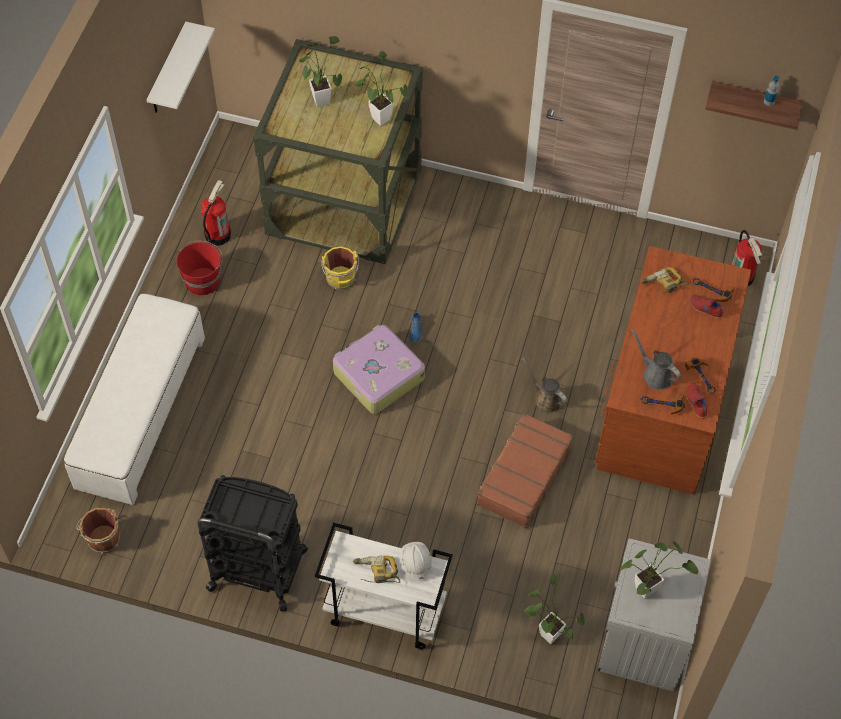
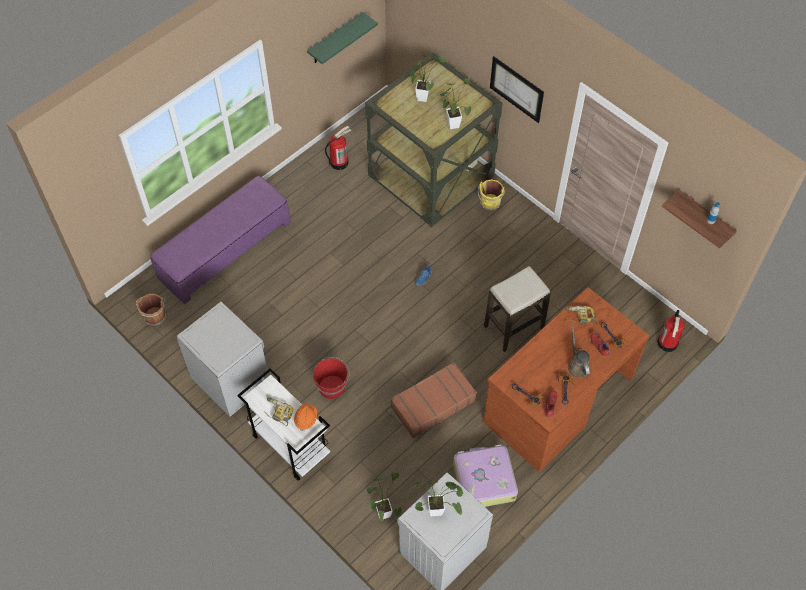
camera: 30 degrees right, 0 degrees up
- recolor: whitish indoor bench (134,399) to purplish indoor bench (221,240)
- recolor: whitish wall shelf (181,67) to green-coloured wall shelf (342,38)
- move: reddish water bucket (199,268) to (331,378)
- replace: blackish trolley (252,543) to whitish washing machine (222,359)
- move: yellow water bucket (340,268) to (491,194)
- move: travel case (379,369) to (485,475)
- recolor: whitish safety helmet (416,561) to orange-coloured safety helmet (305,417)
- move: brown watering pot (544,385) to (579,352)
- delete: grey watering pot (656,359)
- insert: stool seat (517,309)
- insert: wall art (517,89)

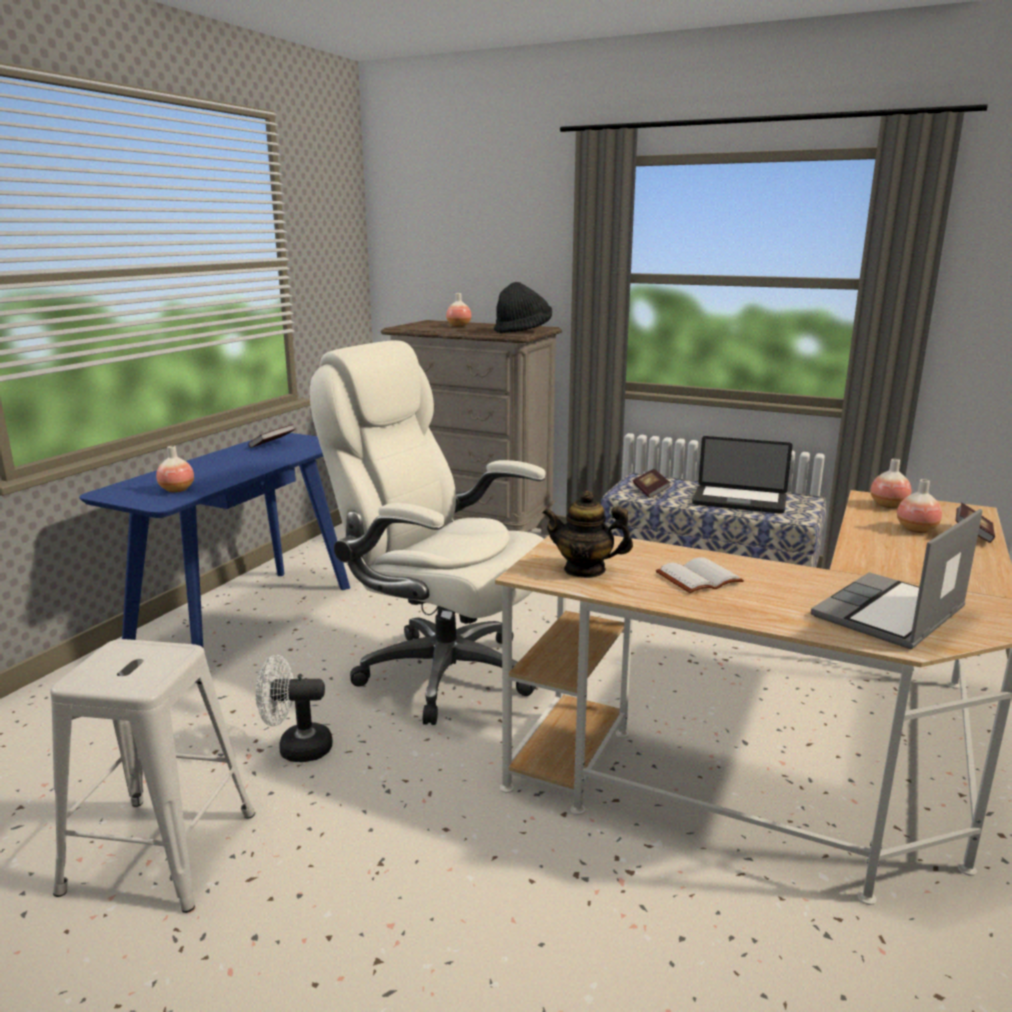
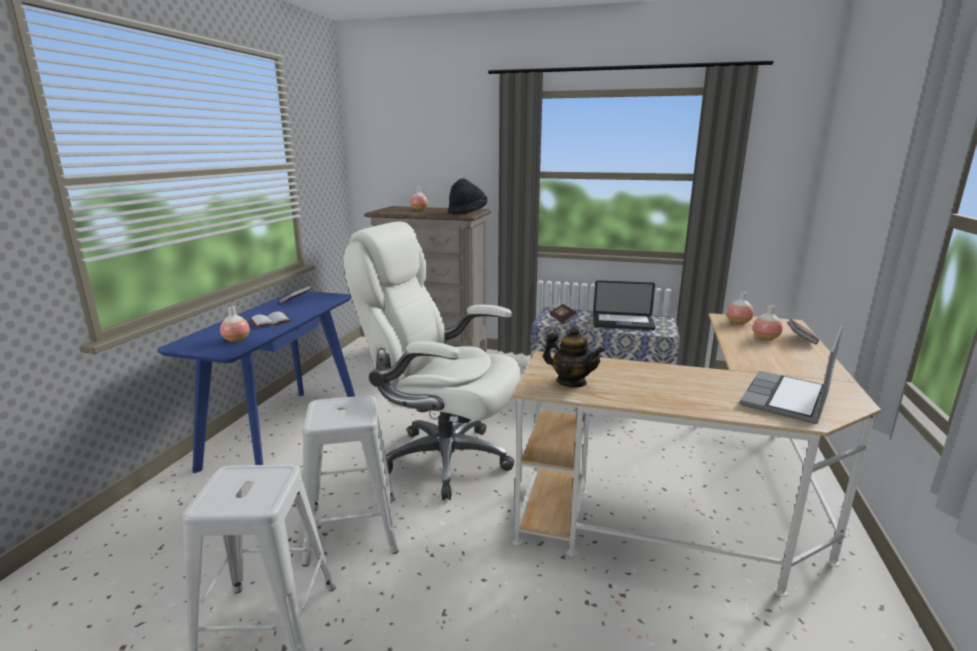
camera: 10 degrees left, 0 degrees up
- replace: whitish fan (294,708) to whitish stool seat (350,481)
- rotate: tea pot (587,534) = (574,357) 150 degrees counterclockwise
- move: whitish volume (700,575) to (271,319)

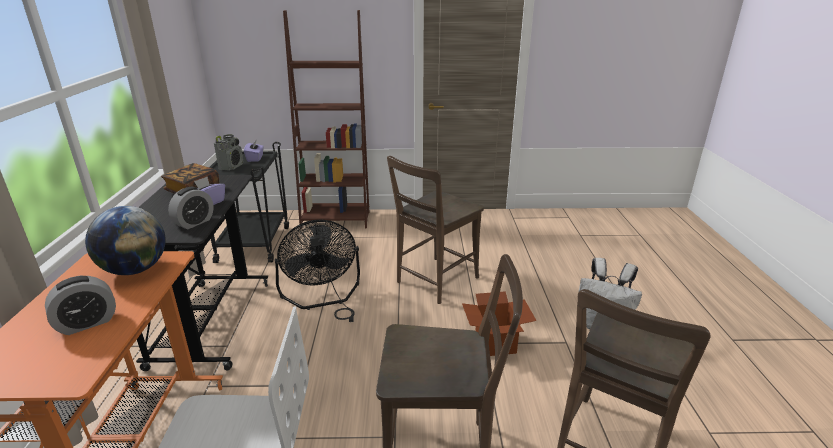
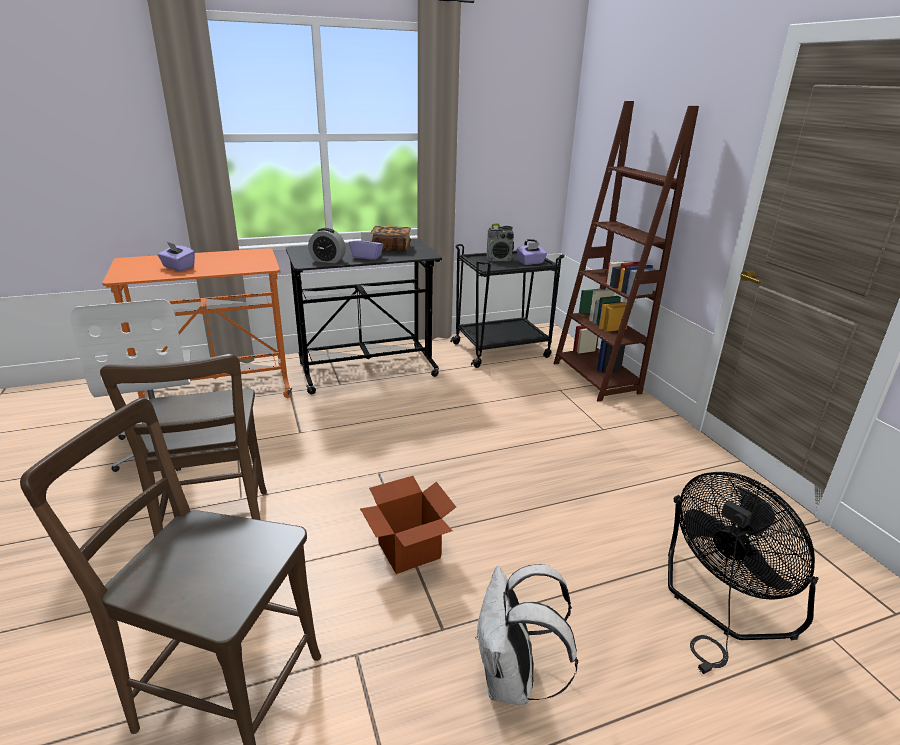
camera: 70 degrees right, 0 degrees up
- replace: alarm clock (80,305) to purplish tissue box (176,256)
- delete: globe (125,240)
- move: blackish fan (317,271) to (743,573)
- delete: brown upright chair (435,230)

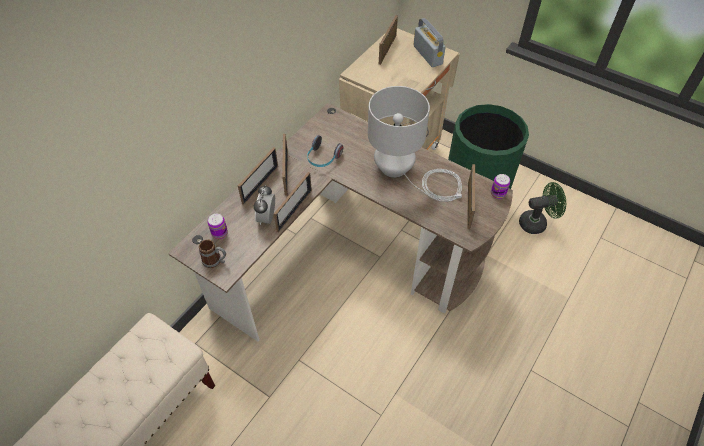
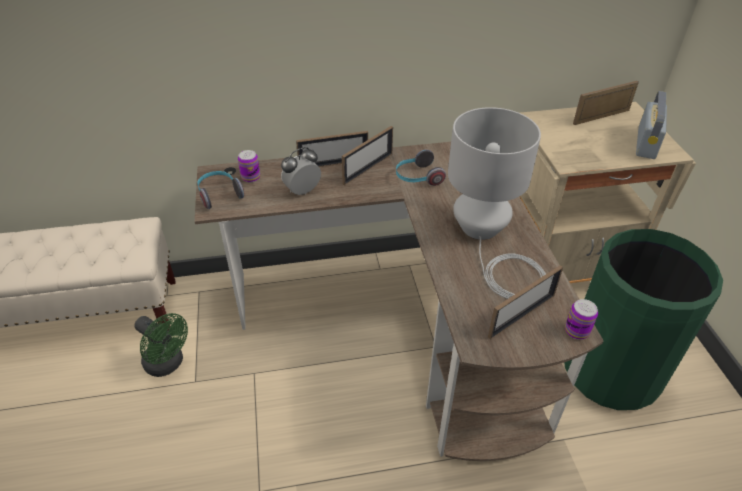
camera: 45 degrees right, 10 degrees down
- replace: coffee mug (212,253) to headphones (220,190)
- delete: picture frame (293,202)
- move: green-coloured fan (542,208) to (161,345)

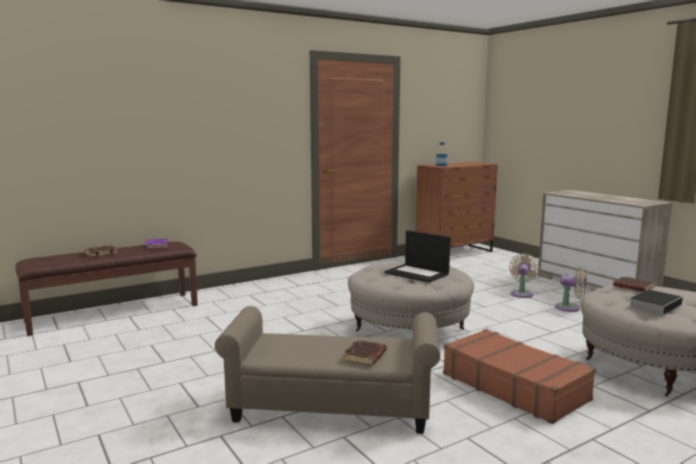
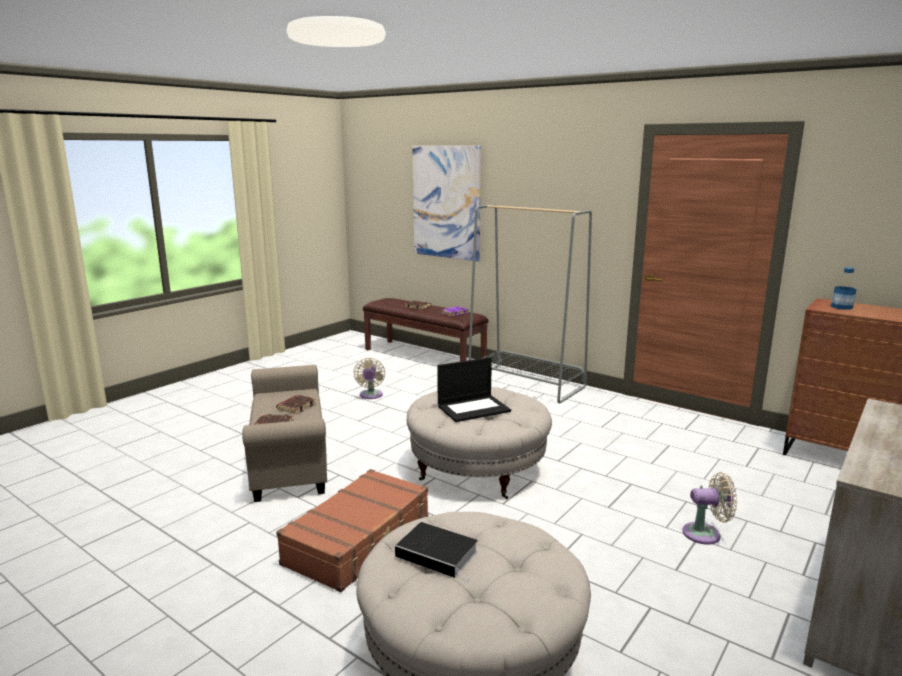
camera: 70 degrees right, 5 degrees up
- rotate: portable computer (417,256) = (474,389) 135 degrees counterclockwise
- move: beige-coloured fan (571,289) to (369,378)
- move: brown volume (634,284) to (296,404)
- insert: wall art (446,203)
- insert: grey garment stand (530,304)

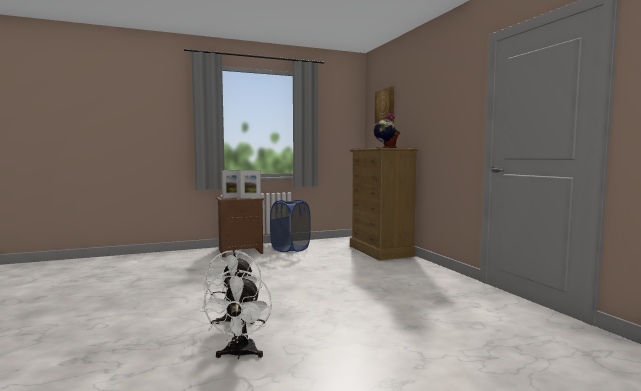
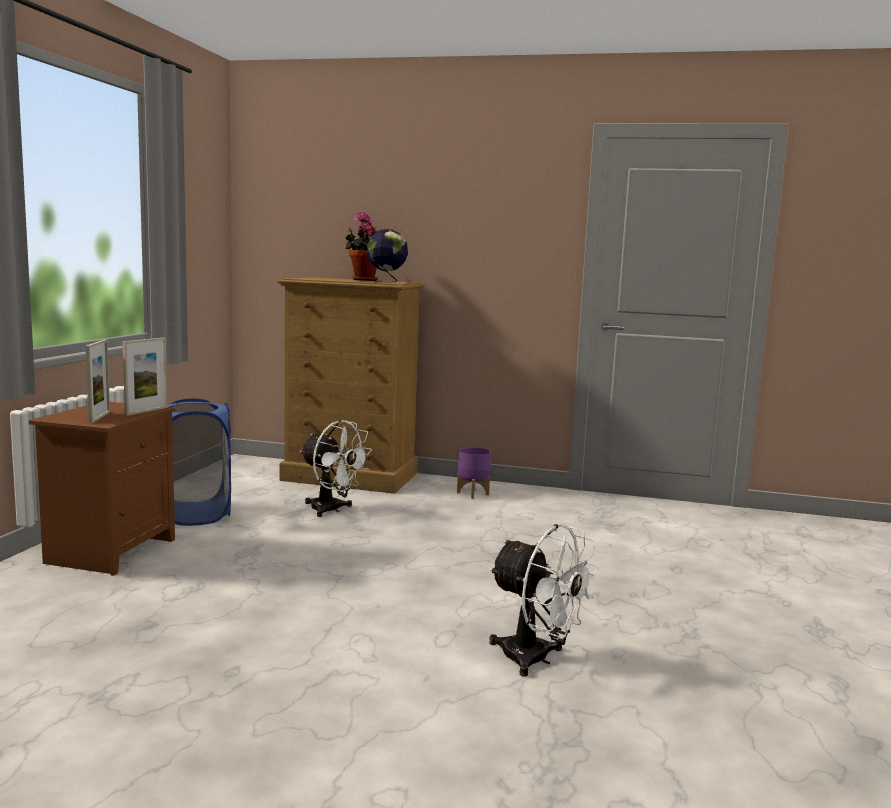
camera: 55 degrees left, 5 degrees up
- move: whitish fan (236,314) to (336,468)
- delete: wall art (384,104)
- insert: purplish flower pot (474,473)

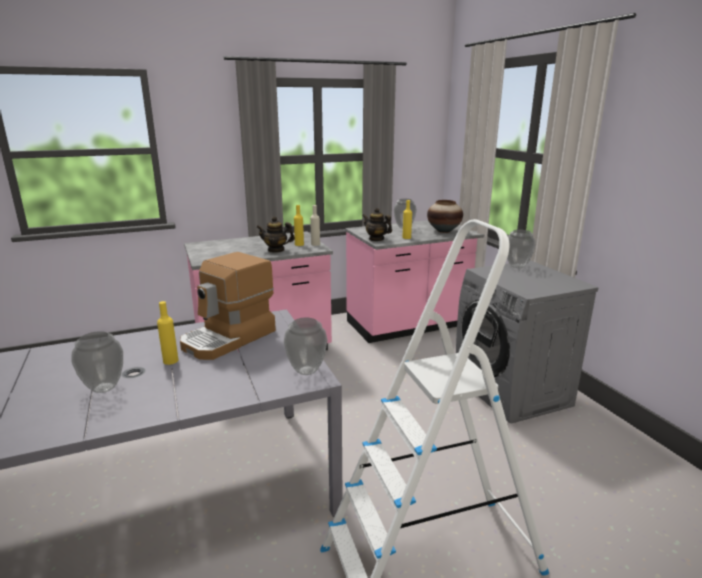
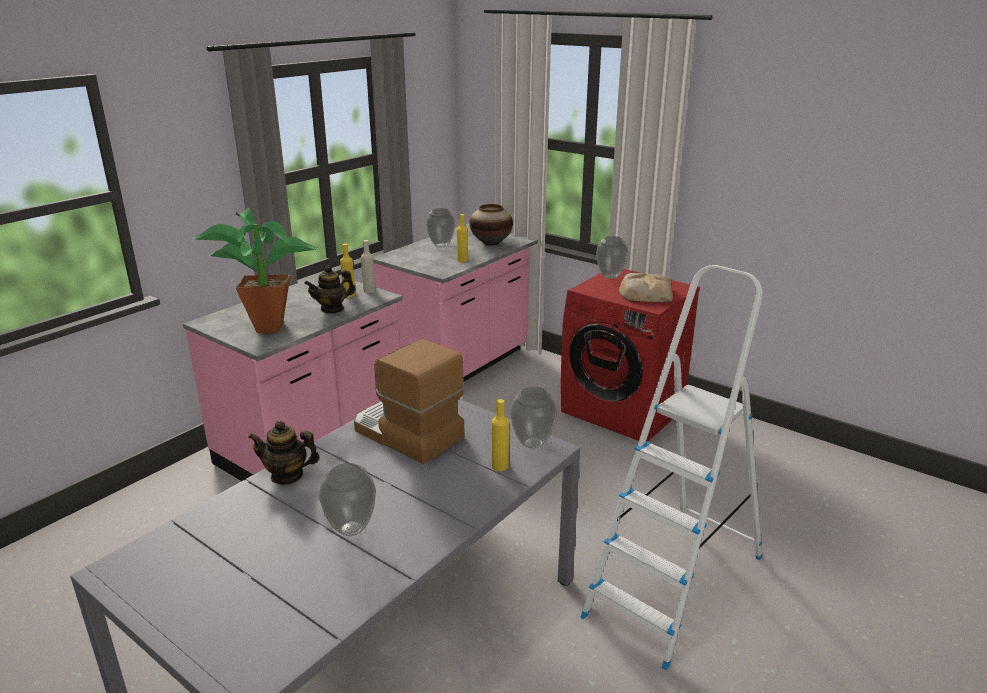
camera: 30 degrees left, 5 degrees up
- move: yellow drink bottle (167,333) to (500,435)
- rotate: coffee maker (228,306) = (409,401) 120 degrees clockwise
- move: tea pot (377,224) to (284,453)
- recolor: grey washing machine (527,341) to reddish washing machine (630,355)
- insert: plant in a pot (256,270)
- insert: baked bread (646,287)

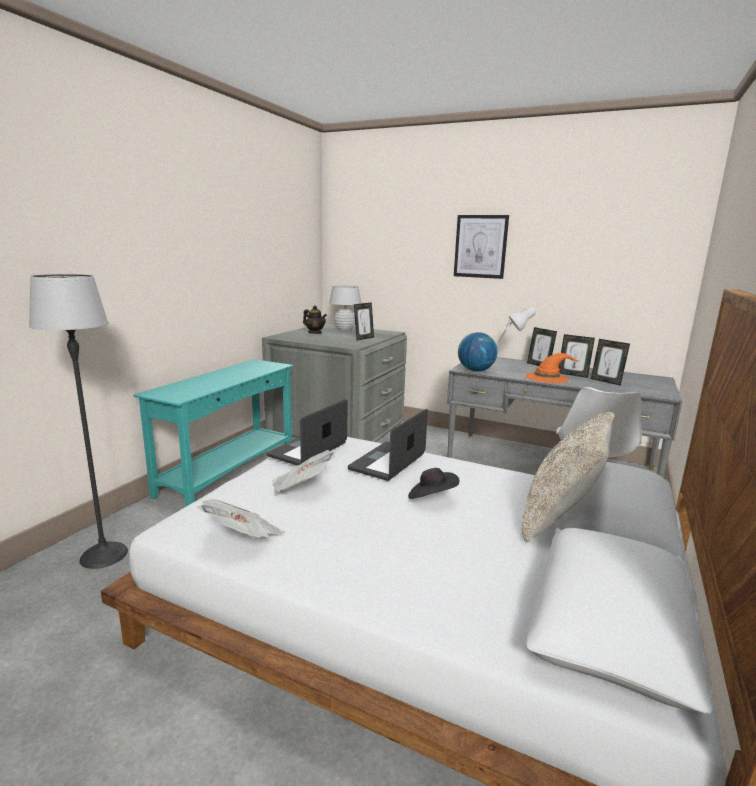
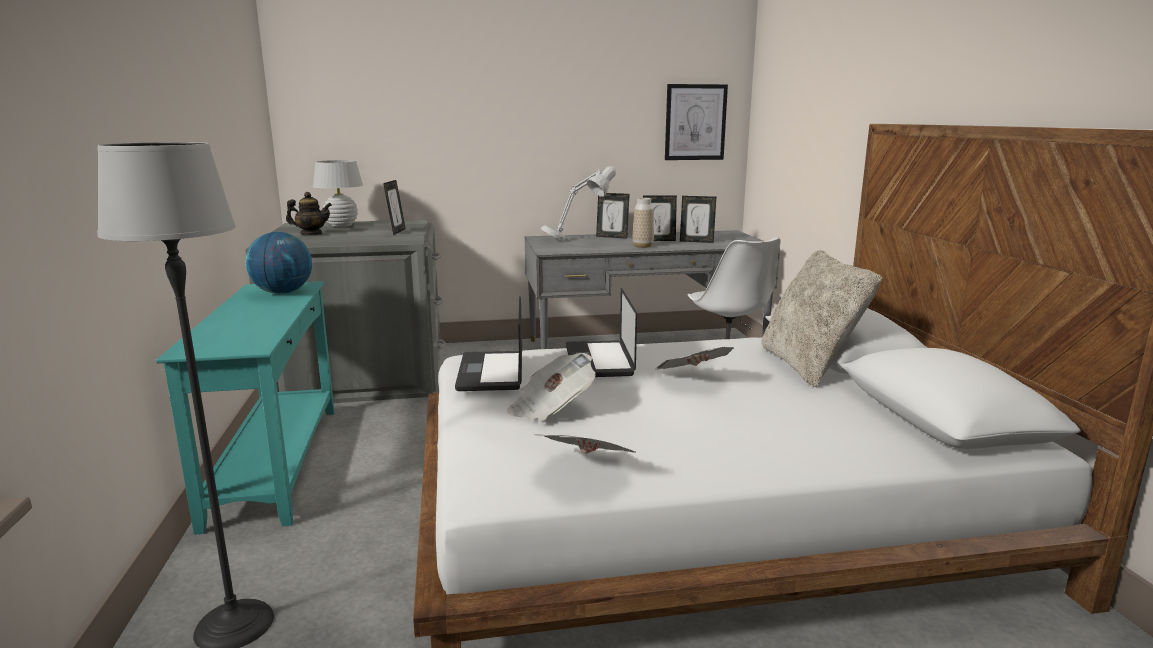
camera: 35 degrees left, 0 degrees up
- replace: blackish wearable hat (434,483) to daily paper (695,358)
- move: wall art (481,247) to (696,122)
- move: globe (478,352) to (278,263)
- replace: orange-coloured wearable hat (551,368) to vase (643,223)

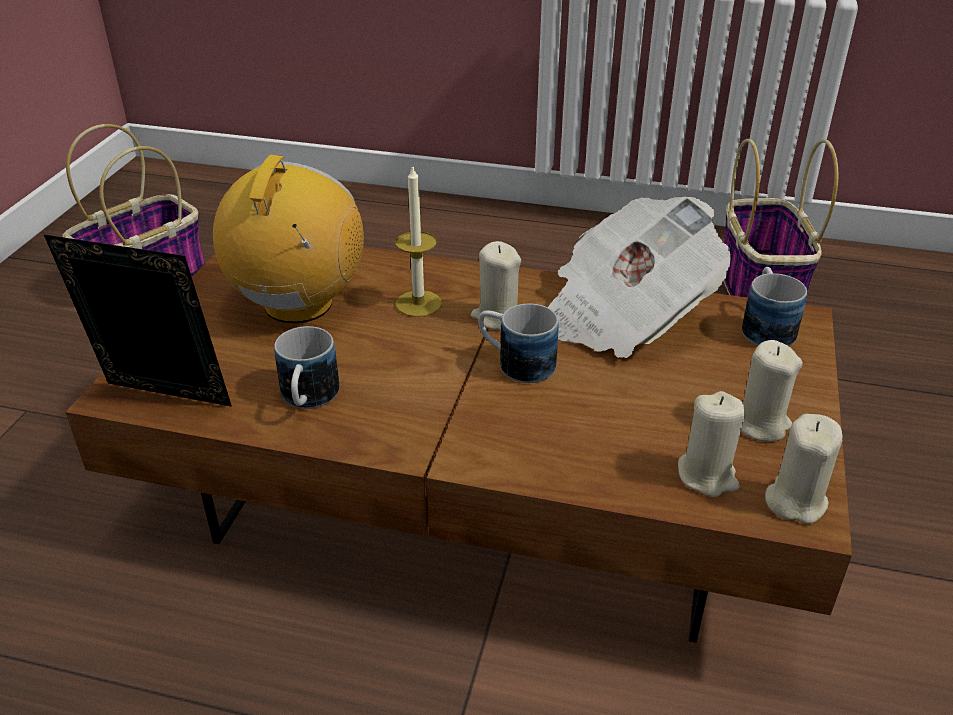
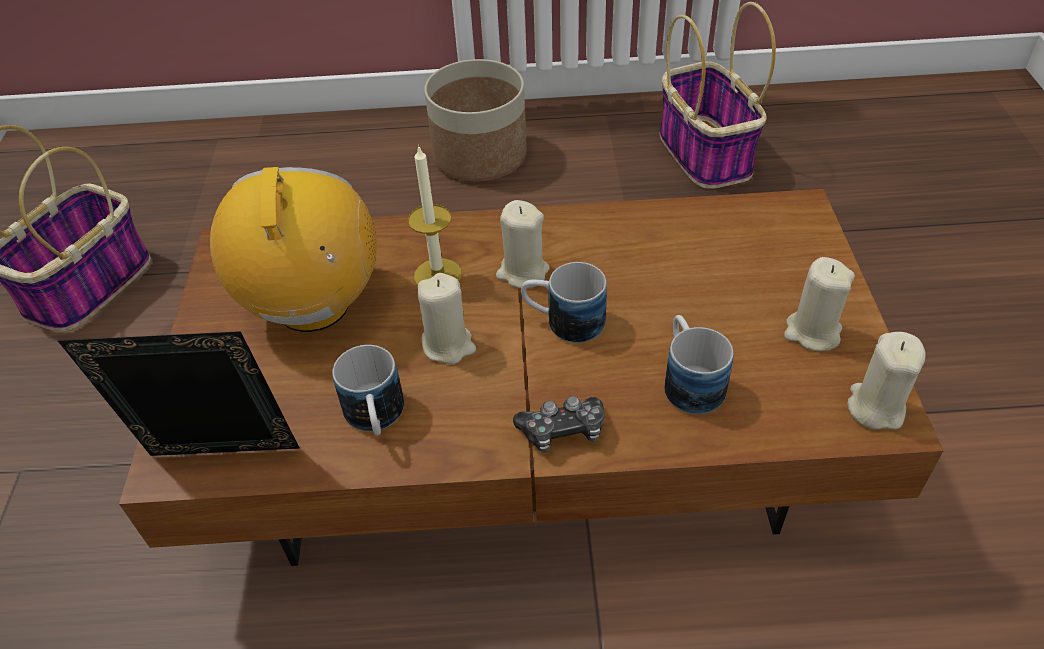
camera: 15 degrees left, 10 degrees up
- delete: daily paper (639,277)
- move: beige-coloured wax candle (712,444) to (446,318)
- move: coffee mug (774,306) to (699,364)
- insert: flower pot (475,120)
- insert: game controller (558,424)

